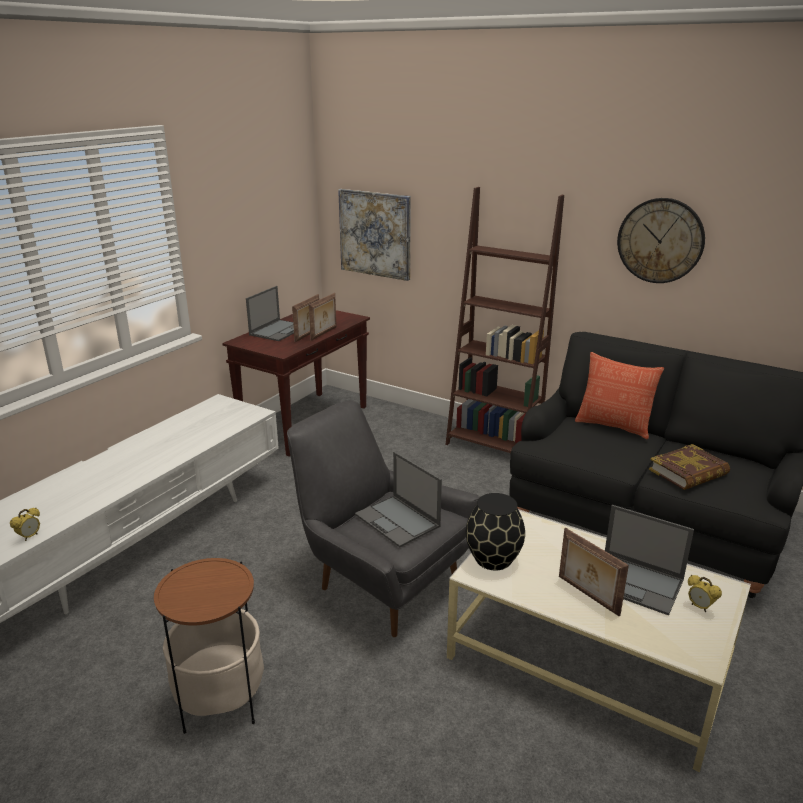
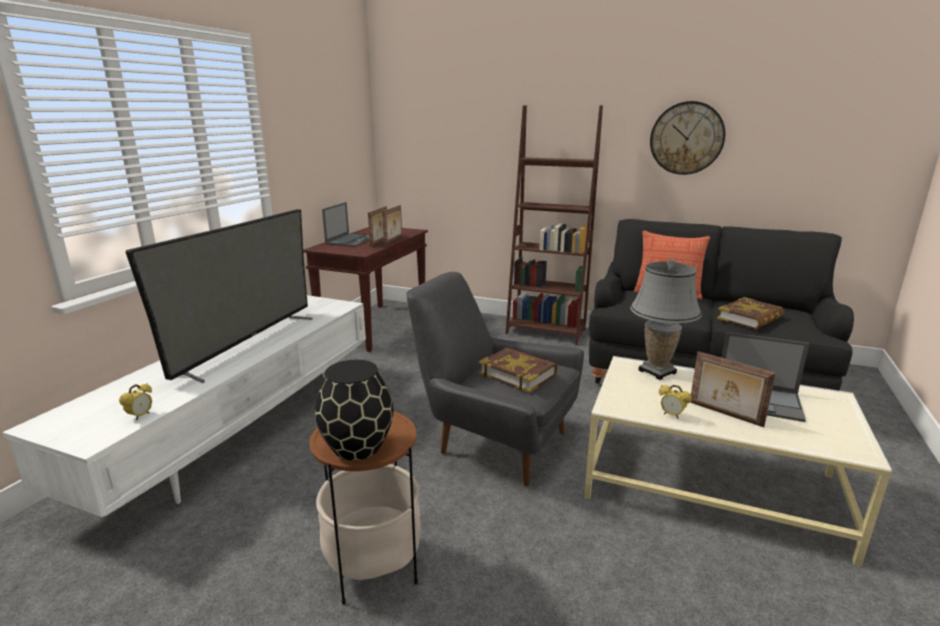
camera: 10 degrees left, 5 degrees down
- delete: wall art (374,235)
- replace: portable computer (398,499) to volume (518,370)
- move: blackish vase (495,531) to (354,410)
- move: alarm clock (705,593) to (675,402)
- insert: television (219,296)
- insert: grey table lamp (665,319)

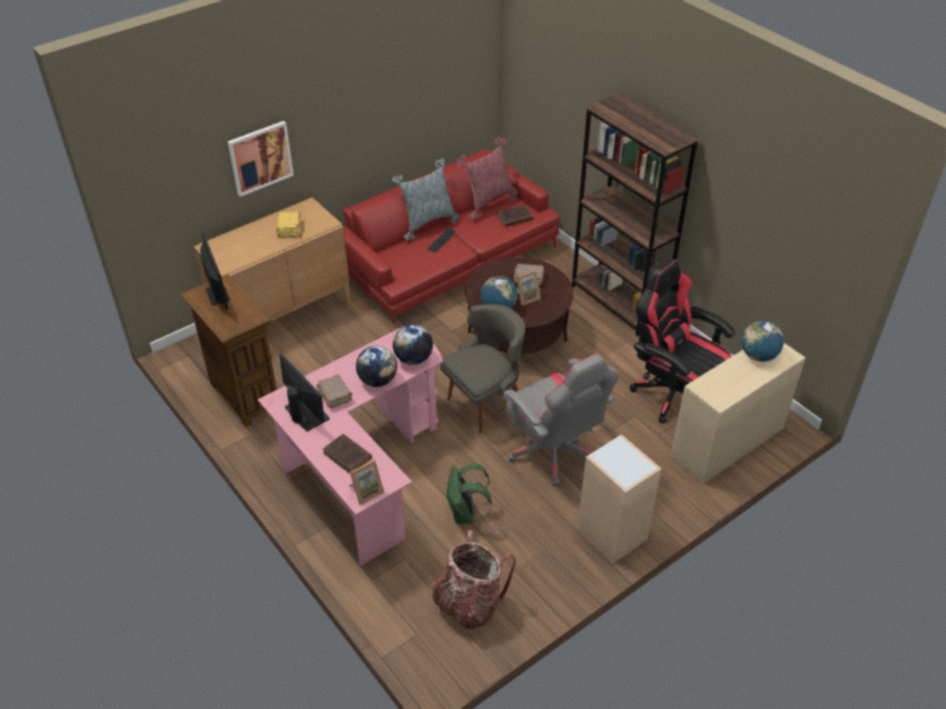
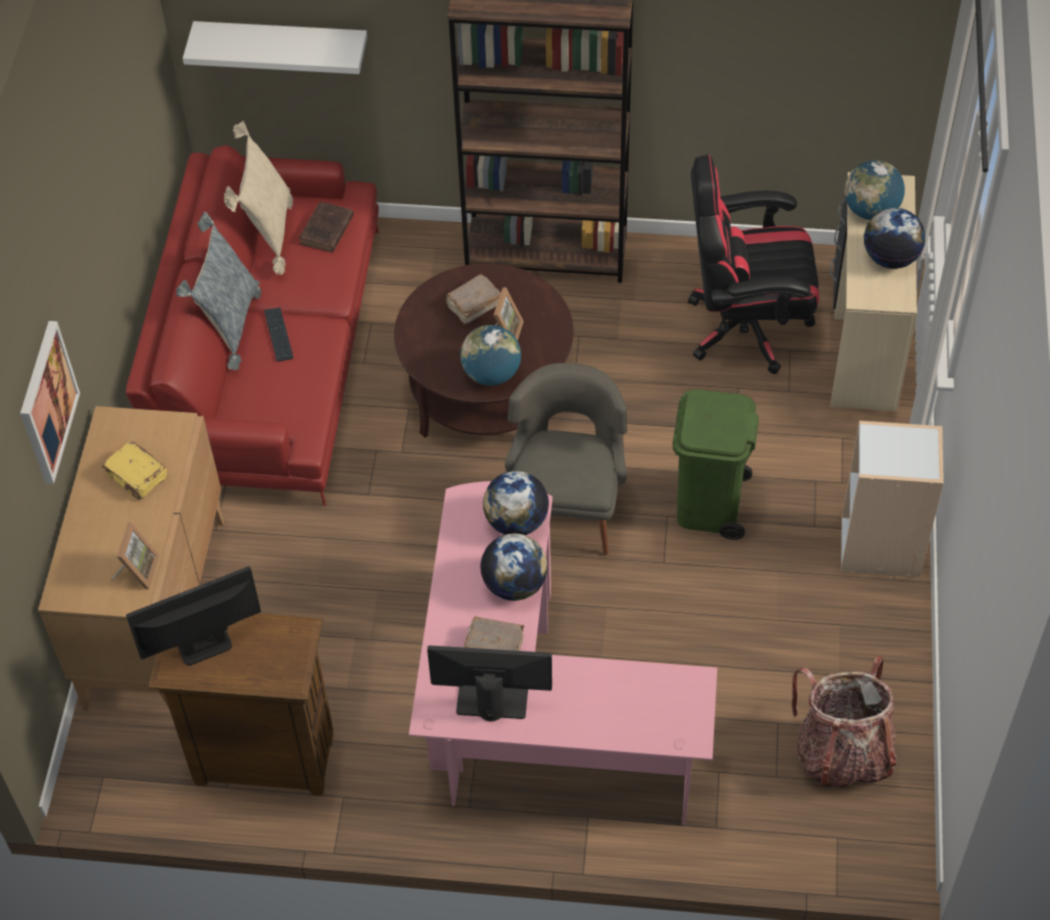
camera: 45 degrees left, 10 degrees up
- rotate: monitor (215,271) = (193,616) 45 degrees counterclockwise
- delete: brown volume (347,454)
- move: picture frame (366,482) to (135,555)
- delete: green-coloured rucksack (469,493)
- recolor: reddish cushion (487,178) to beige-coloured cushion (259,198)
- replace: grey desk chair (560,420) to green-coloured waste bin (716,464)
- insert: whitish wall shelf (275,47)
- insert: globe (894,238)

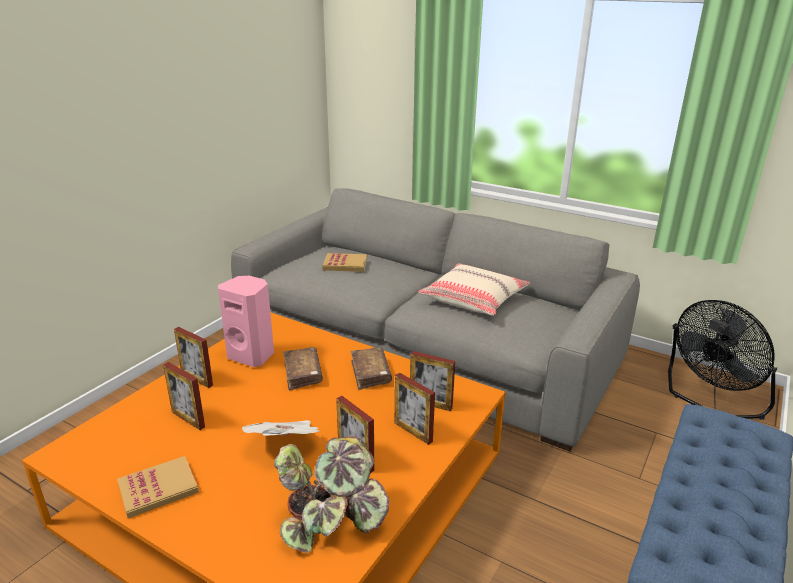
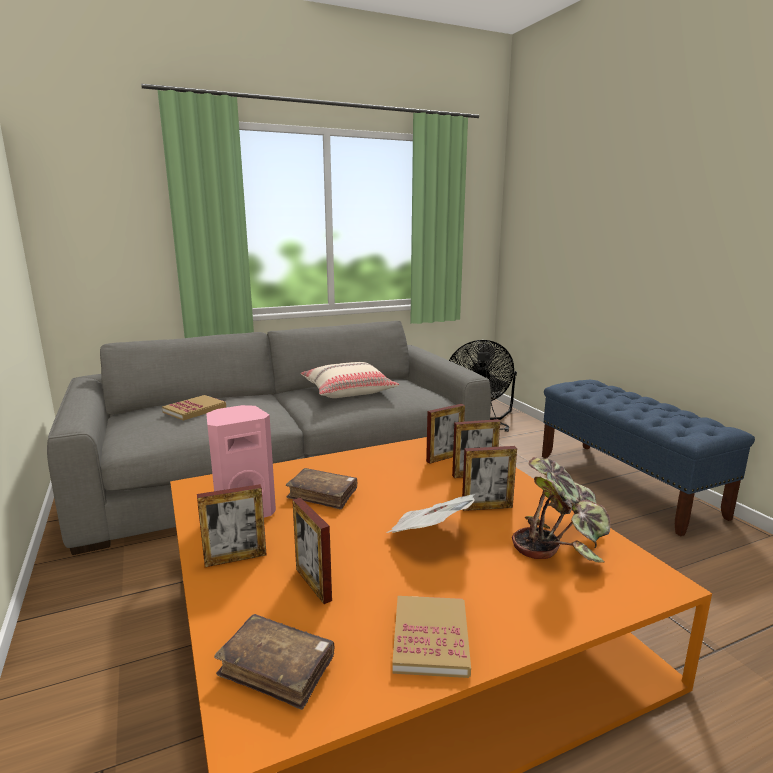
camera: 55 degrees left, 10 degrees down
- rotate: picture frame (184,396) = (312,550) 75 degrees clockwise
- move: brown volume (371,368) to (274,662)

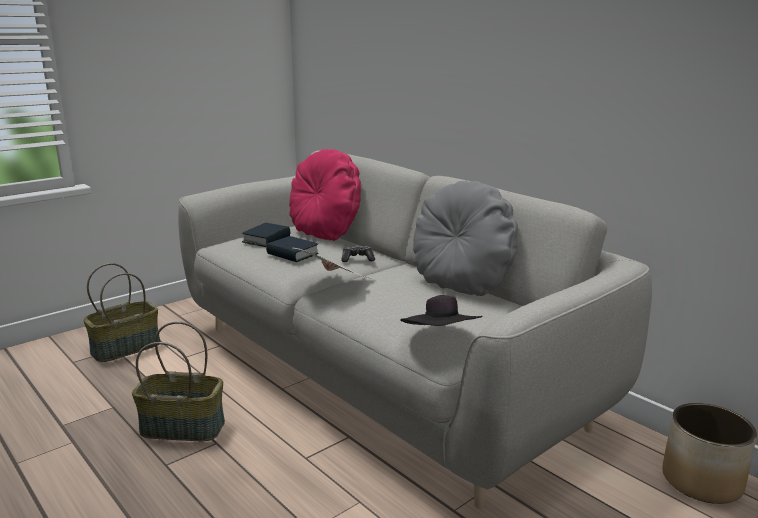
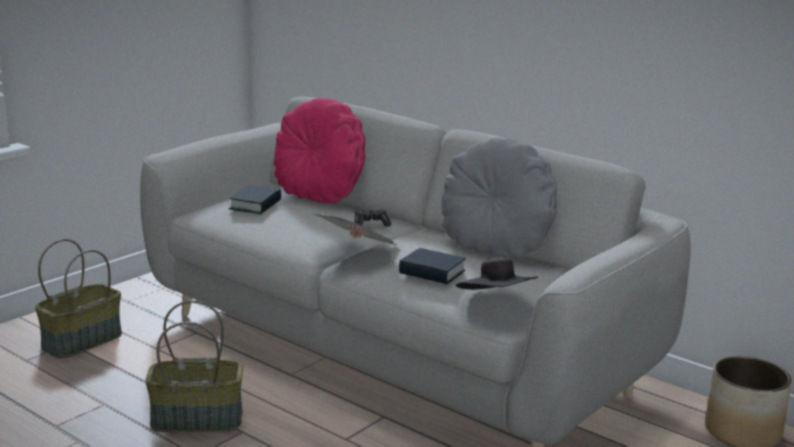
camera: 10 degrees left, 0 degrees up
- move: volume (292,249) to (432,266)

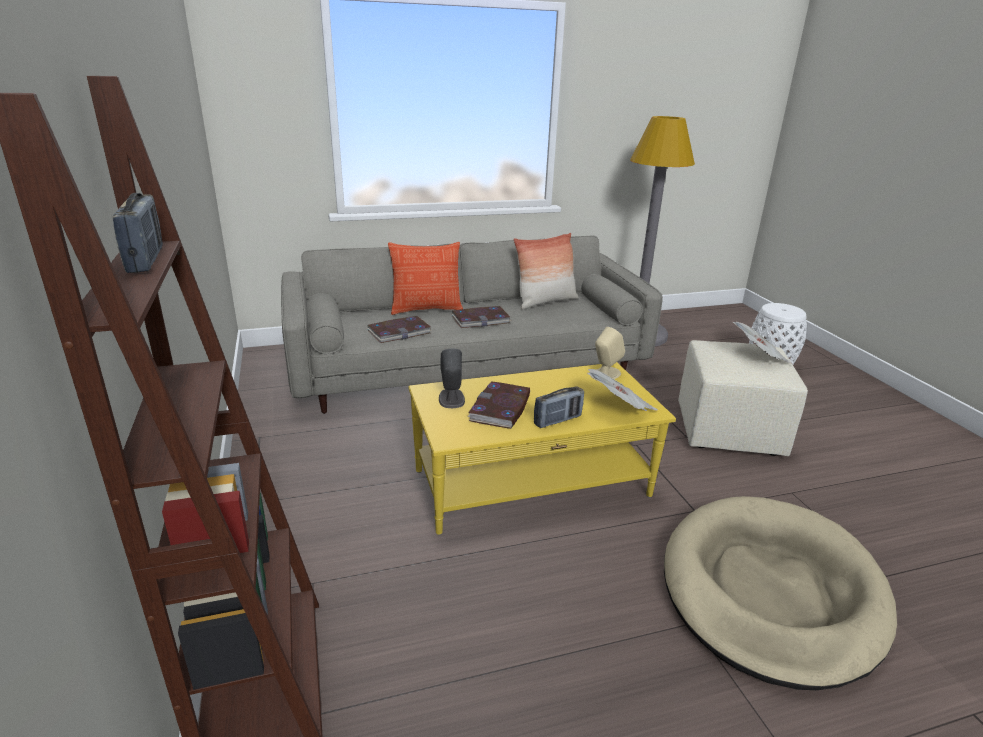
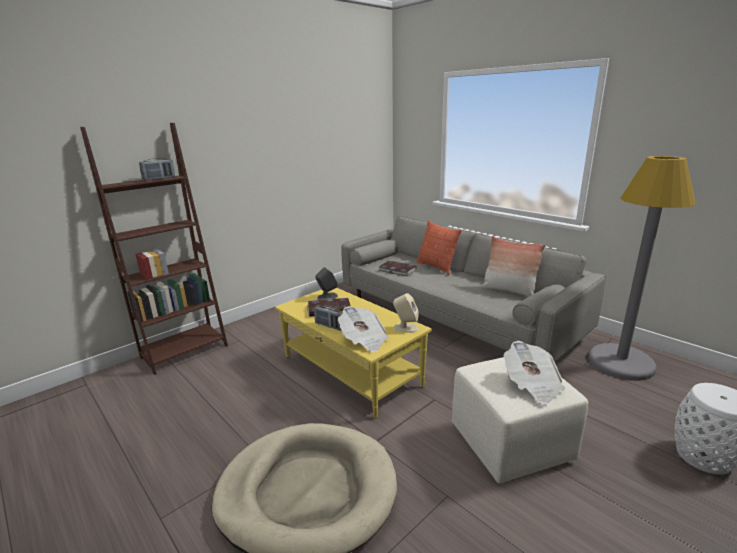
camera: 65 degrees right, 5 degrees down
- delete: volume (481,317)

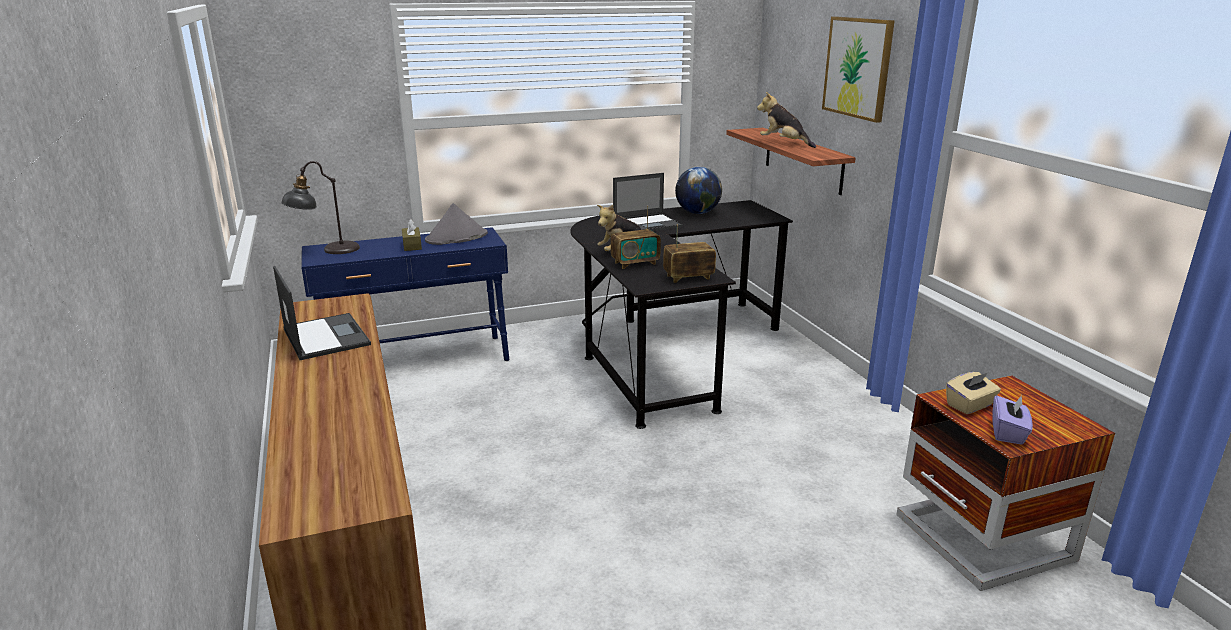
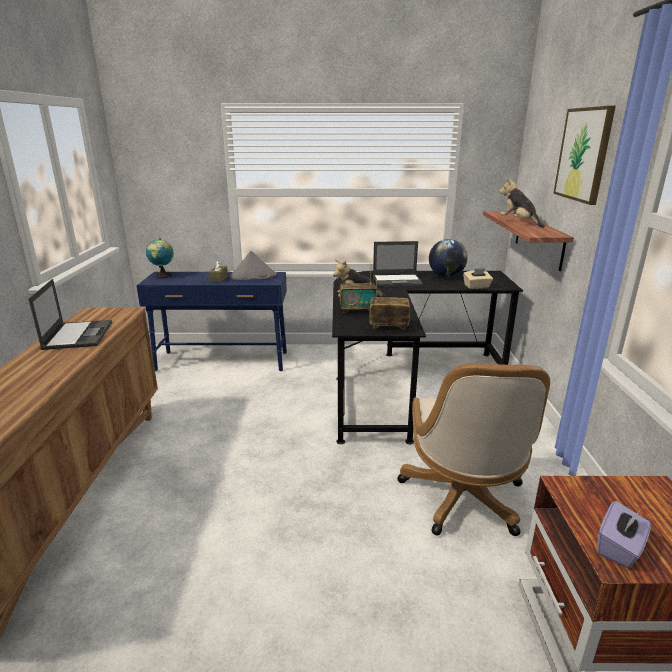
camera: 20 degrees right, 0 degrees up
- replace: grey table lamp (320,207) to globe (160,258)
- move: beige-coloured tissue box (973,393) to (478,278)
- insert: desk chair (473,449)

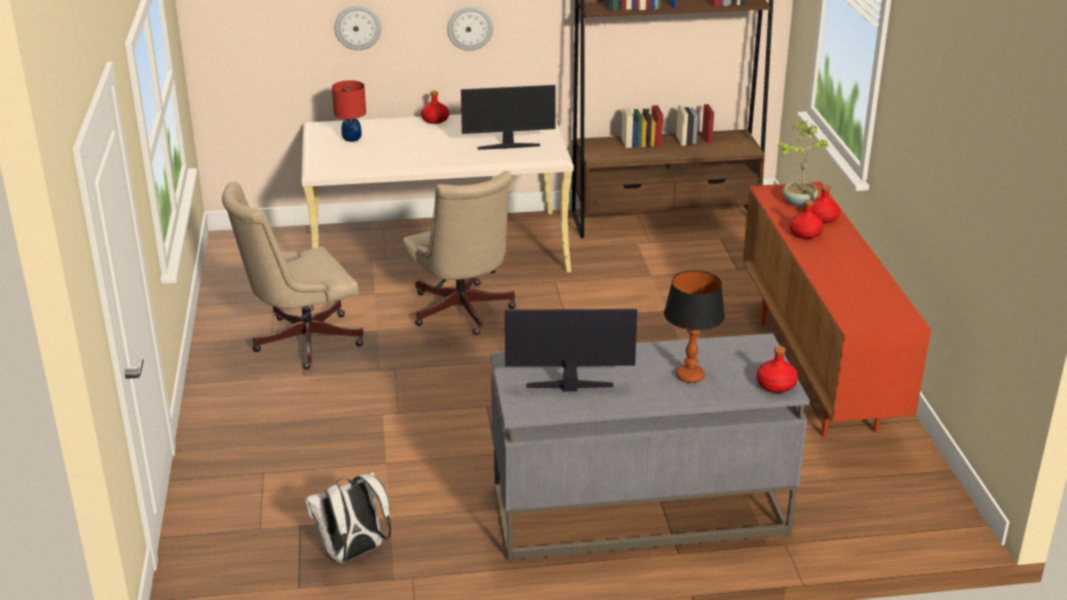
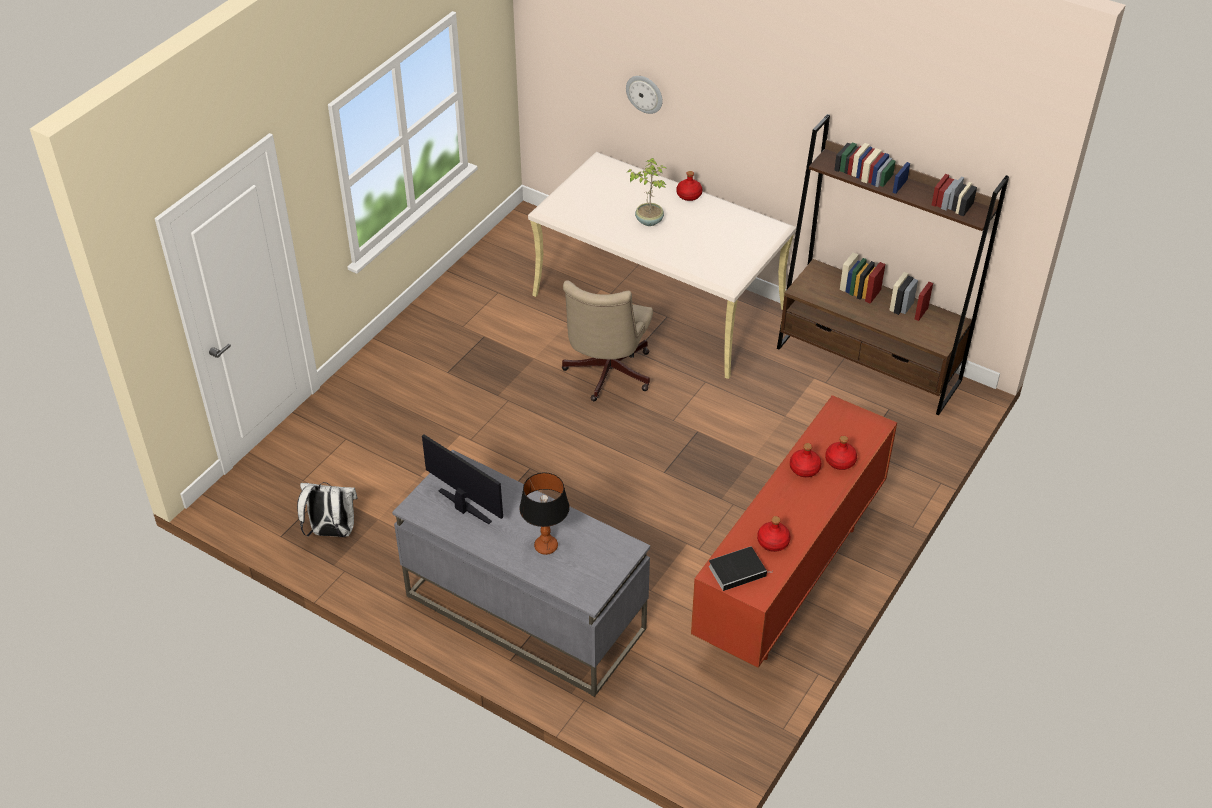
camera: 40 degrees right, 15 degrees up
- delete: beige-coloured desk chair (292,275)
- delete: reddish table lamp (349,111)
- delete: clock on the wall (470,28)
- delete: monitor (508,117)
- move: reddish drink bottle (777,369) to (774,534)
- move: plant in a pot (803,164) to (646,192)
- insert: volume (740,568)

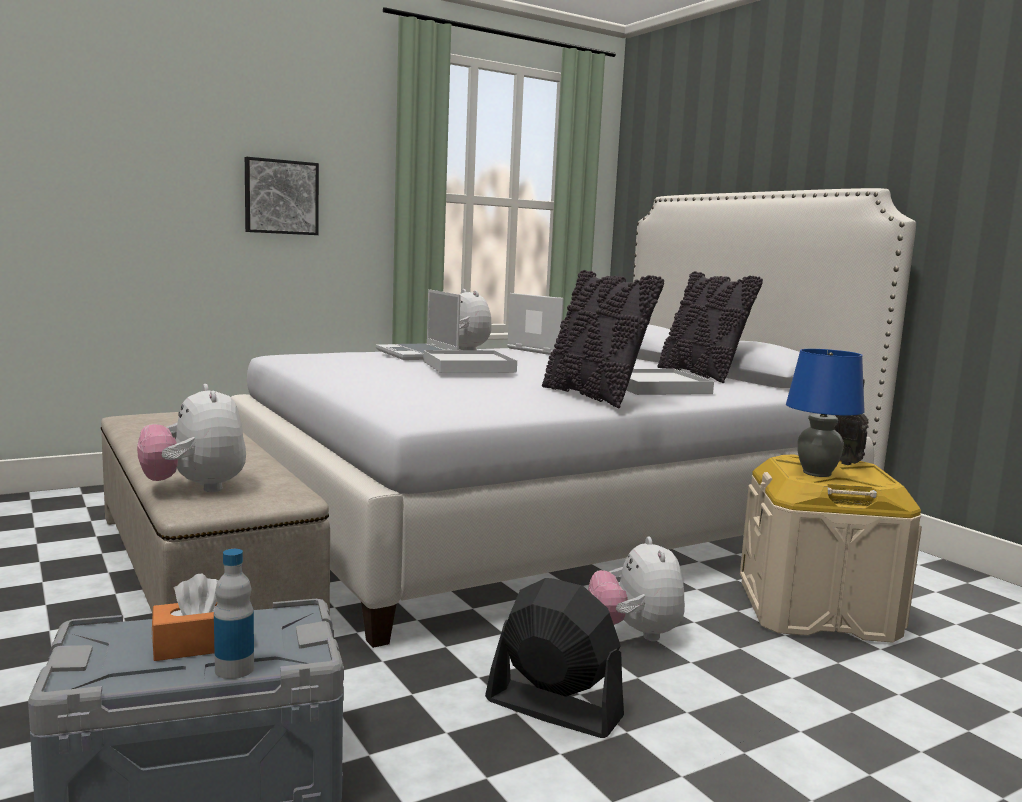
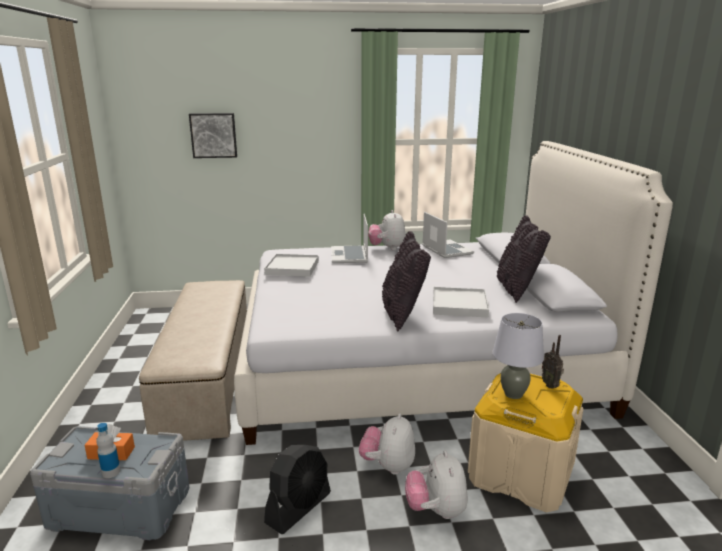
camera: 25 degrees right, 10 degrees up
- move: plush toy (191,438) to (436,485)
- move: wall art (282,196) to (213,135)
- move: whitish carrying tray (470,361) to (291,265)
- rotate: blackish fan (554,658) = (297,489) 75 degrees clockwise
- recolor: blue table lamp (825,413) to grey table lamp (518,356)

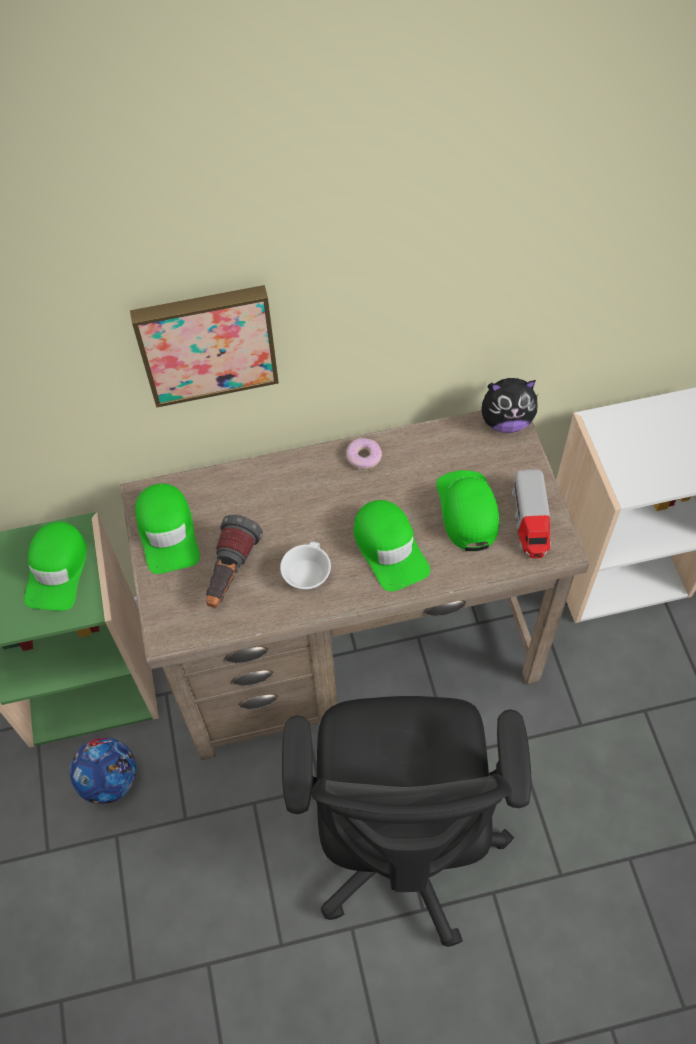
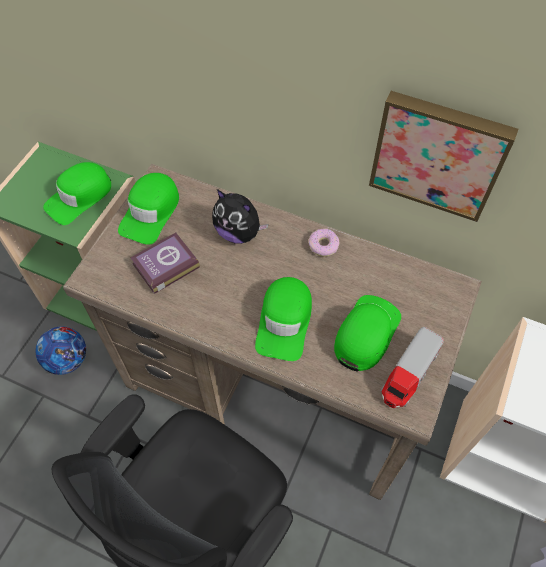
camera: 35 degrees right, 0 degrees up
- move: wall art (204,346) to (443,156)
- replace: torch (234,561) to volume (165,263)
- delete: whitish drinking cup (305,565)
- move: plush toy (509,405) to (240,216)

